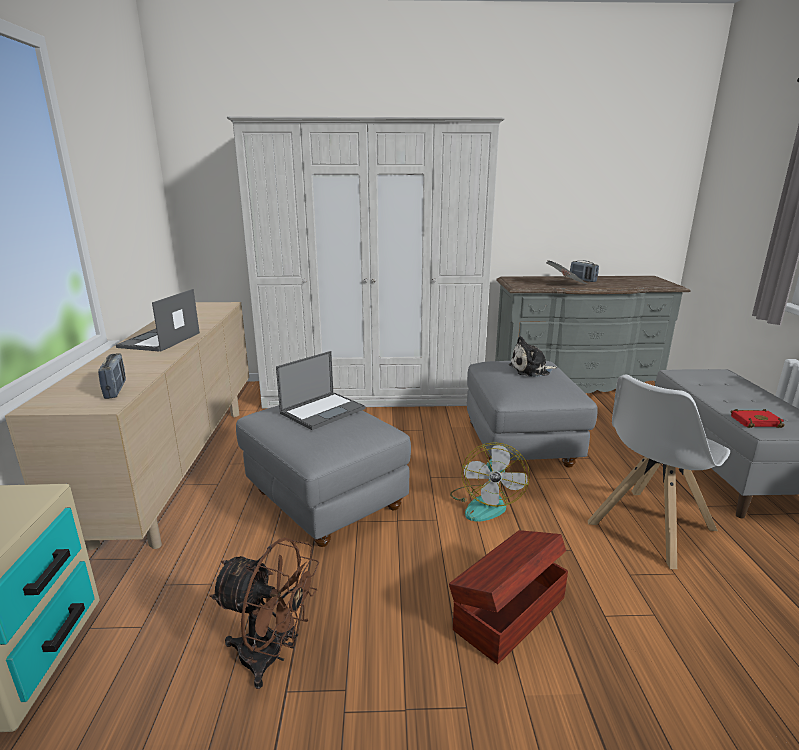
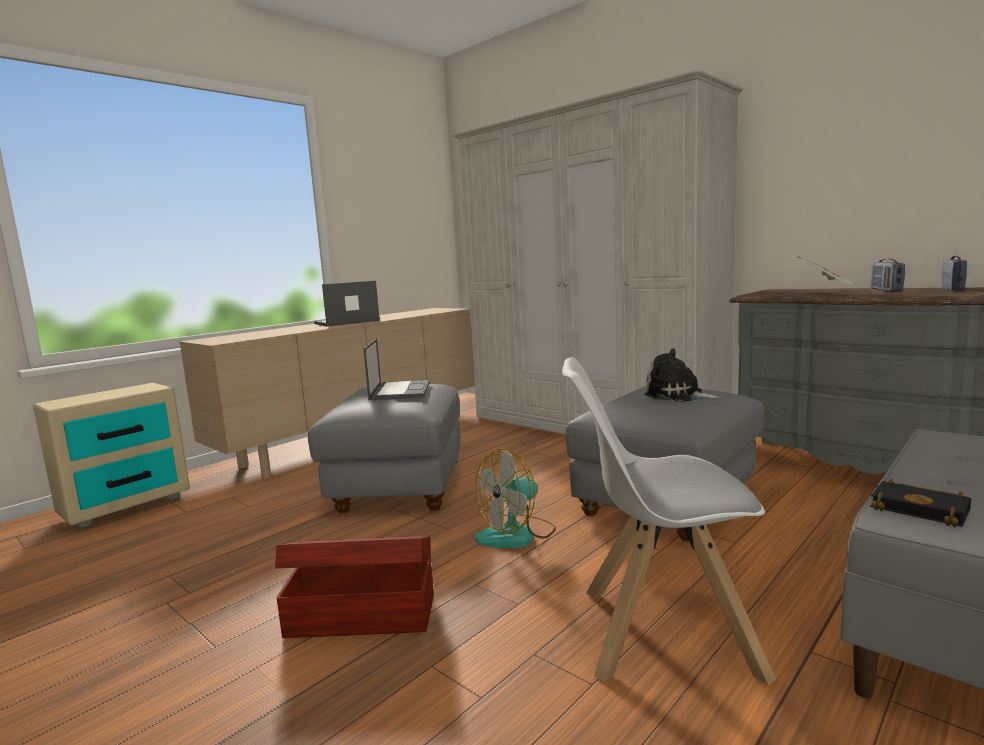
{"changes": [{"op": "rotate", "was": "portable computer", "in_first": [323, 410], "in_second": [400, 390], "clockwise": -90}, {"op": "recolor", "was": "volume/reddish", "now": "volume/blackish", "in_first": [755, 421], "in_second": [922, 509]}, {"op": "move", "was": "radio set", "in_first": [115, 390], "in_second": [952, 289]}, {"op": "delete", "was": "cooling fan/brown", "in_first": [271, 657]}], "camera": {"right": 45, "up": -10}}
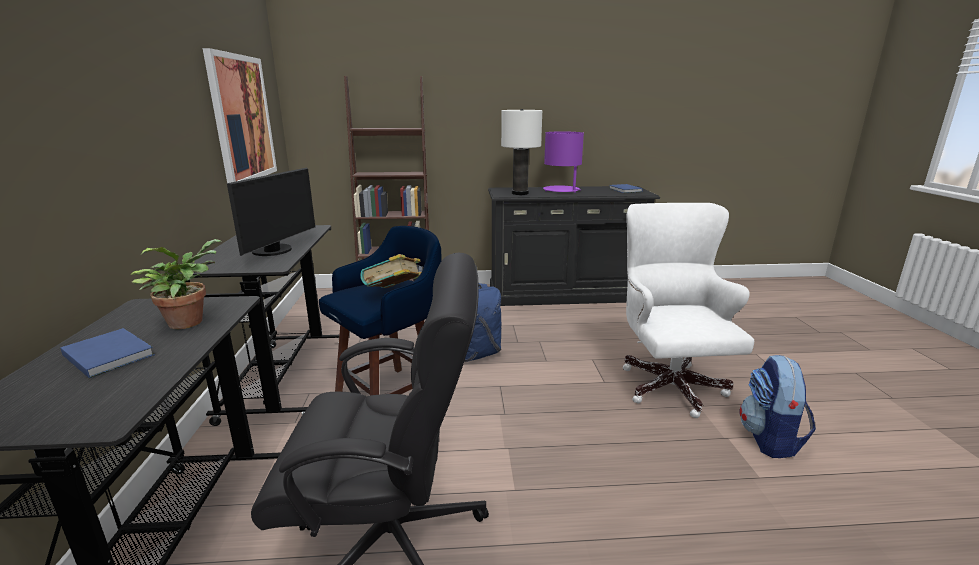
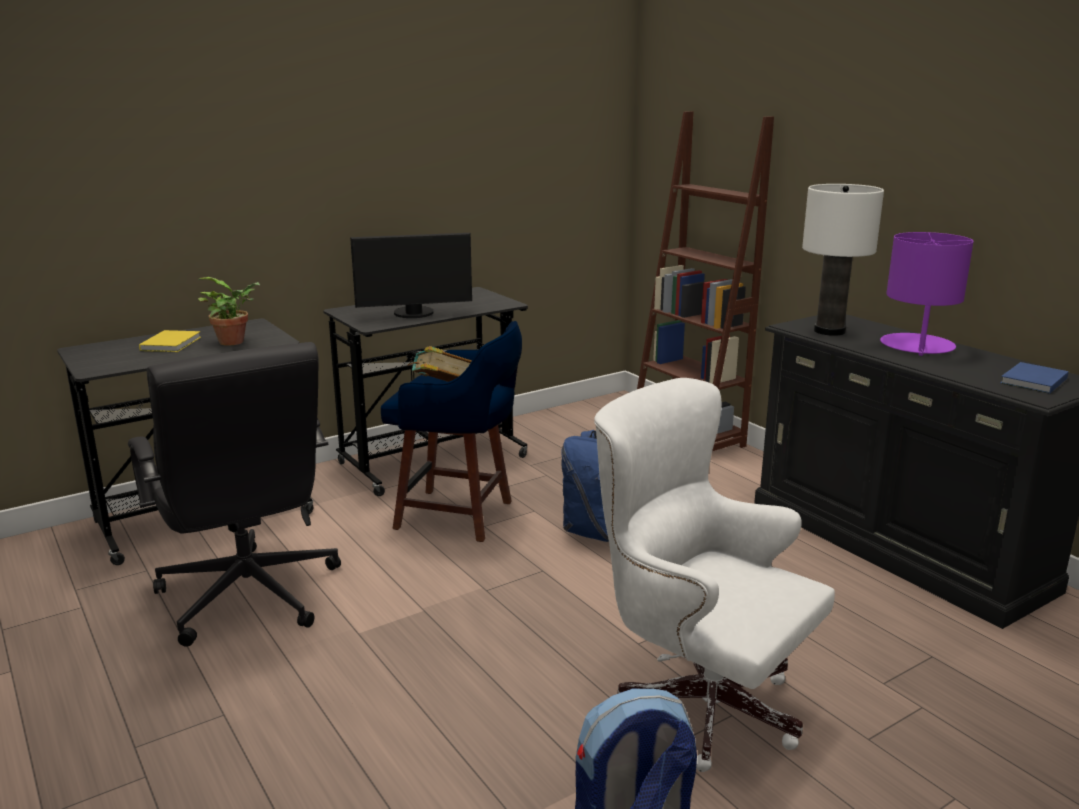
{"changes": [{"op": "recolor", "was": "volume/blue", "now": "volume/yellow", "in_first": [109, 354], "in_second": [172, 343]}, {"op": "rotate", "was": "computer chair/white-coloured", "in_first": [669, 384], "in_second": [699, 703], "clockwise": -105}, {"op": "delete", "was": "picture", "in_first": [242, 119]}], "camera": {"right": 60, "up": 0}}
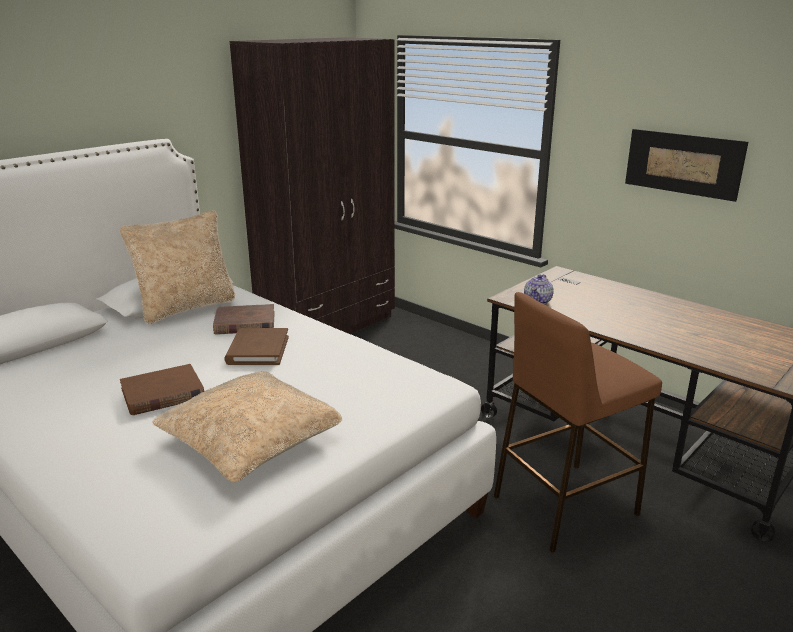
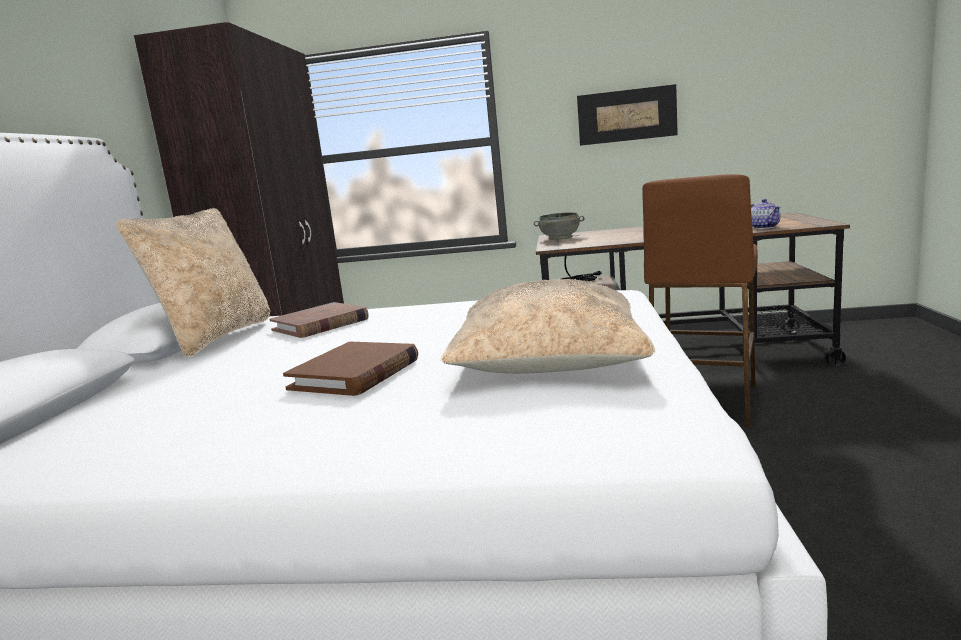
{"changes": [{"op": "insert", "now": "bowl/grey", "in_second": [560, 238]}, {"op": "move", "was": "tea pot", "in_first": [538, 301], "in_second": [764, 227]}, {"op": "delete", "was": "volume/brown", "in_first": [258, 350]}], "camera": {"right": -35, "up": -10}}
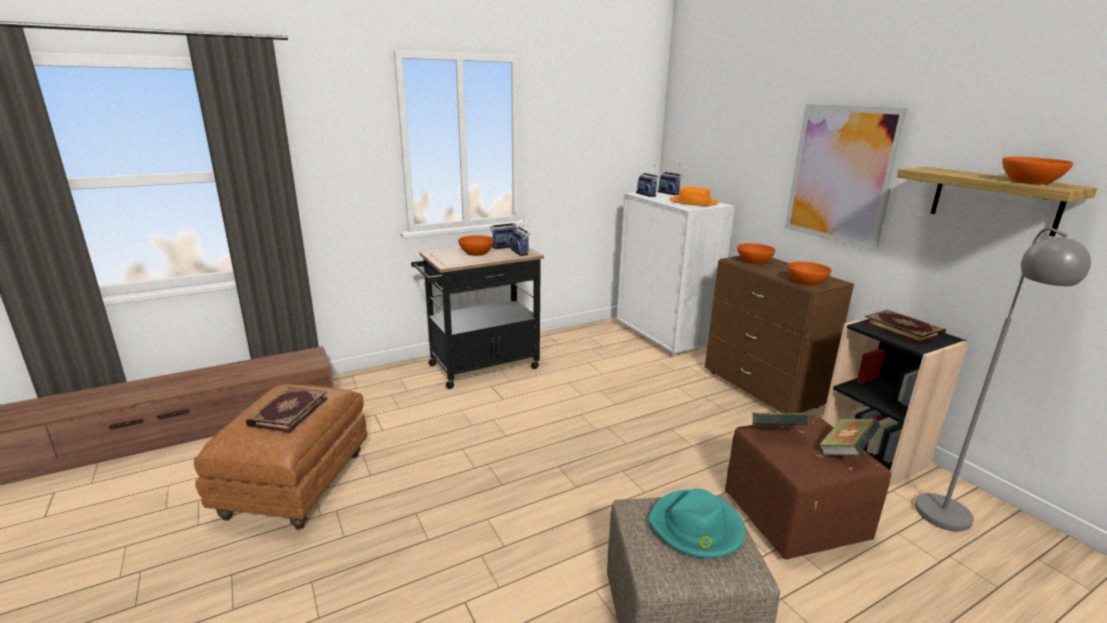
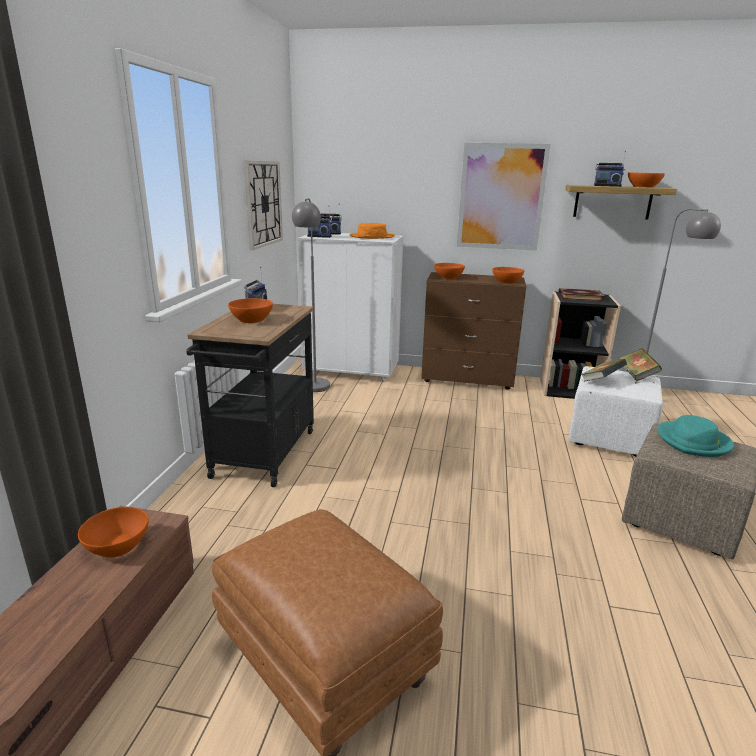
{"changes": [{"op": "insert", "now": "bowl/orange-coloured", "in_second": [118, 545]}, {"op": "insert", "now": "clock on the wall", "in_second": [263, 204]}, {"op": "insert", "now": "floor lamp/grey", "in_second": [313, 390]}, {"op": "recolor", "was": "ottoman/brown", "now": "ottoman/white-coloured", "in_first": [795, 519], "in_second": [610, 438]}, {"op": "move", "was": "radio set", "in_first": [520, 252], "in_second": [607, 186]}, {"op": "delete", "was": "volume", "in_first": [288, 411]}], "camera": {"right": -50, "up": 0}}
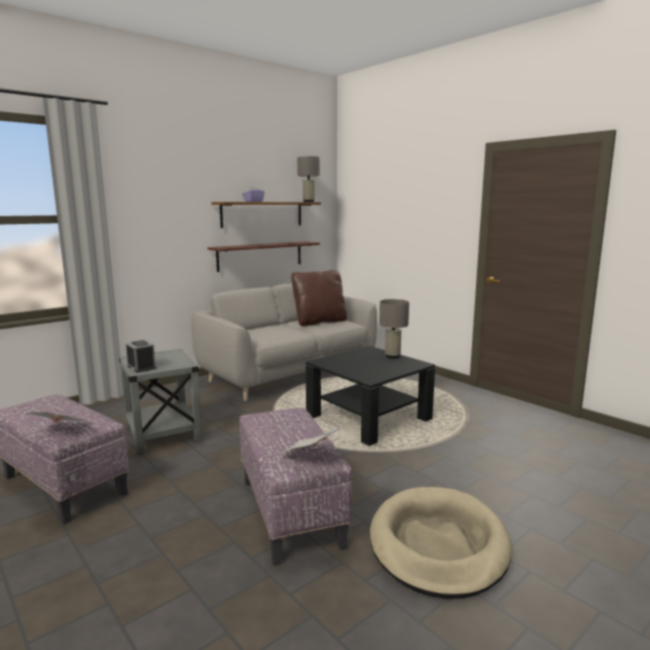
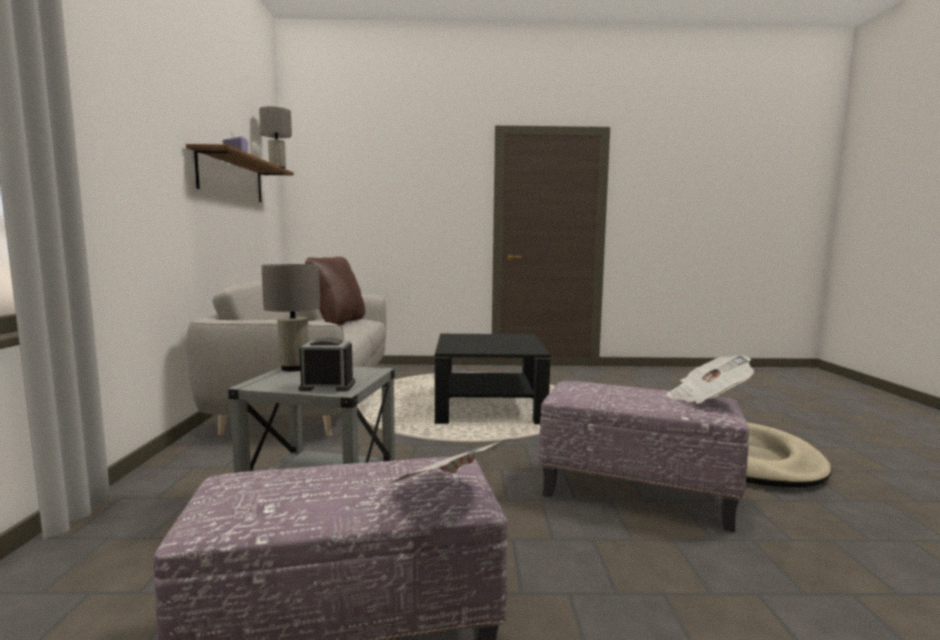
{"changes": [{"op": "move", "was": "tabletop lamp/grey", "in_first": [392, 356], "in_second": [294, 368]}, {"op": "delete", "was": "shelf", "in_first": [260, 256]}], "camera": {"right": -50, "up": -5}}
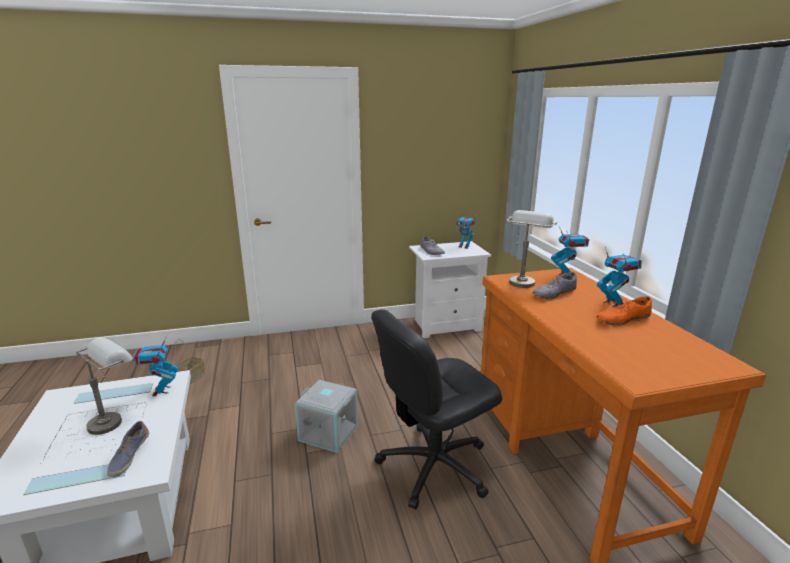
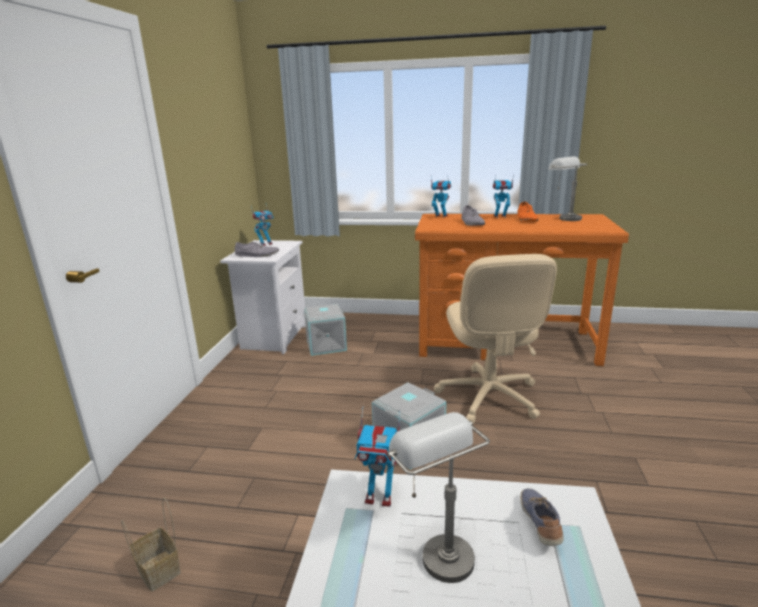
{"changes": [{"op": "insert", "now": "storage container/grey", "in_second": [326, 345]}, {"op": "recolor", "was": "computer chair/blackish", "now": "computer chair/sand-coloured", "in_first": [434, 466], "in_second": [488, 396]}, {"op": "rotate", "was": "low shoe", "in_first": [129, 456], "in_second": [540, 523], "clockwise": -120}, {"op": "move", "was": "tabletop lamp/grey", "in_first": [523, 280], "in_second": [563, 218]}], "camera": {"right": -65, "up": 0}}
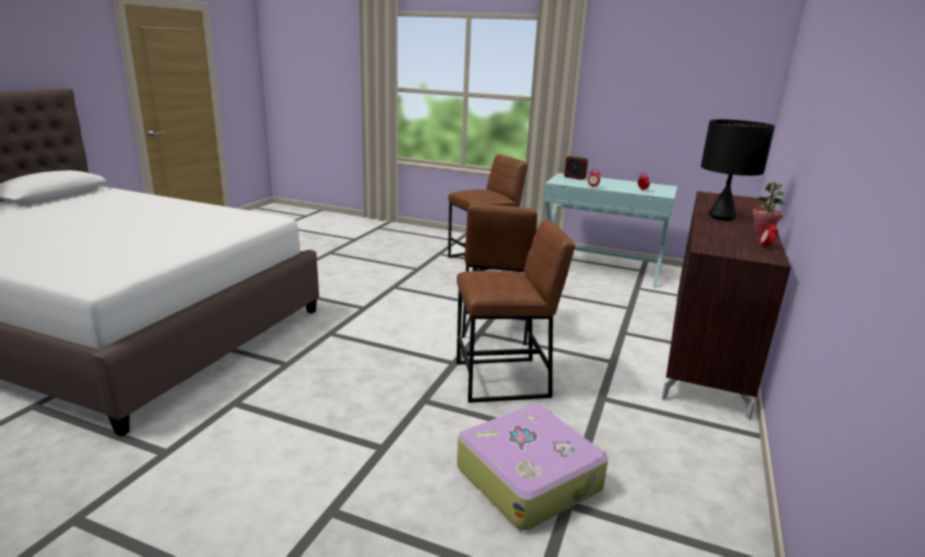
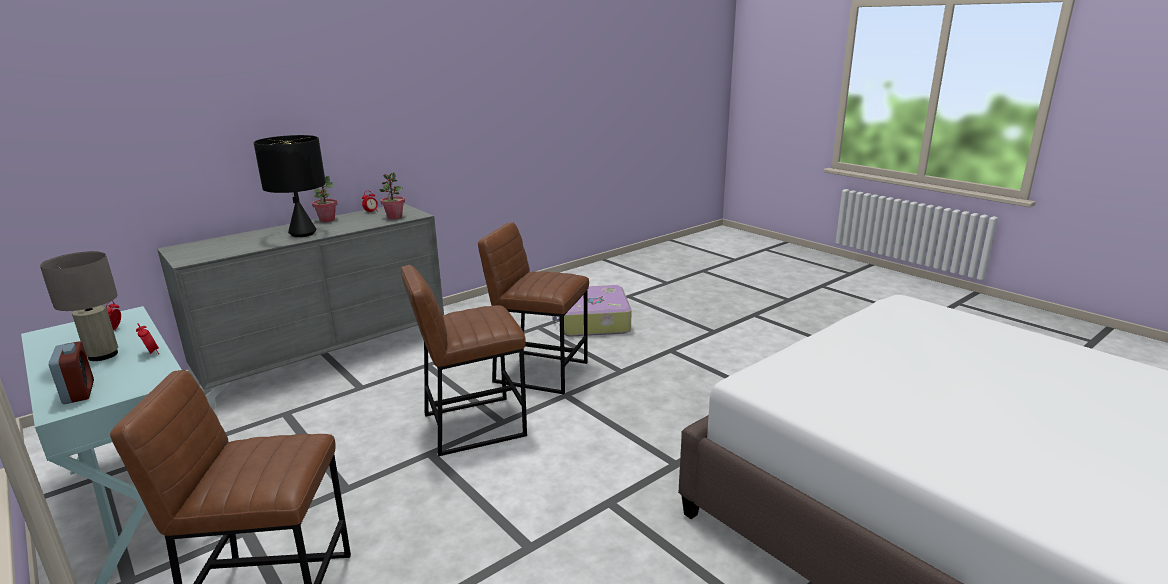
{"changes": [{"op": "insert", "now": "tabletop lamp/grey", "in_second": [102, 355]}, {"op": "recolor", "was": "dresser/brown", "now": "dresser/grey", "in_first": [706, 348], "in_second": [327, 357]}, {"op": "insert", "now": "houseplant", "in_second": [394, 217]}, {"op": "rotate", "was": "chair/brown", "in_first": [497, 326], "in_second": [472, 425], "clockwise": -150}], "camera": {"right": -150, "up": 0}}
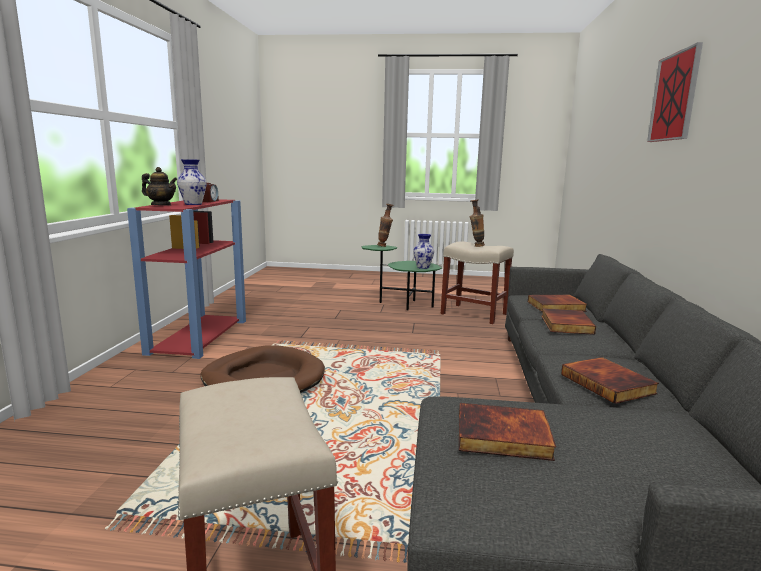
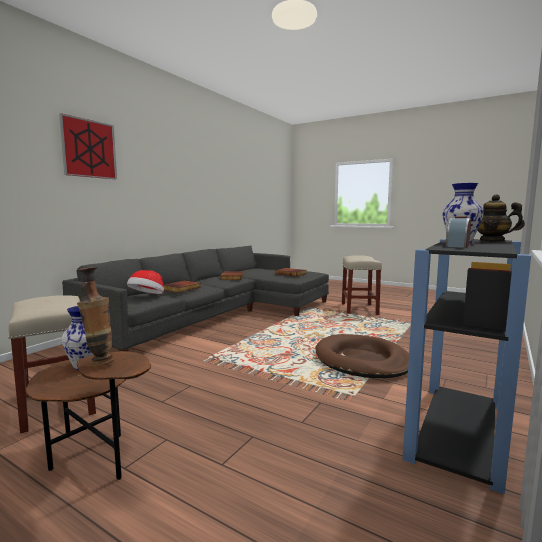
{"changes": [{"op": "recolor", "was": "end table/green", "now": "end table/brown", "in_first": [403, 304], "in_second": [95, 457]}, {"op": "replace", "was": "volume", "now": "hat", "in_first": [556, 306], "in_second": [147, 296]}, {"op": "recolor", "was": "bookshelf/reddish", "now": "bookshelf/blackish", "in_first": [200, 336], "in_second": [458, 430]}, {"op": "delete", "was": "decorative vase", "in_first": [475, 246]}], "camera": {"right": -155, "up": -5}}
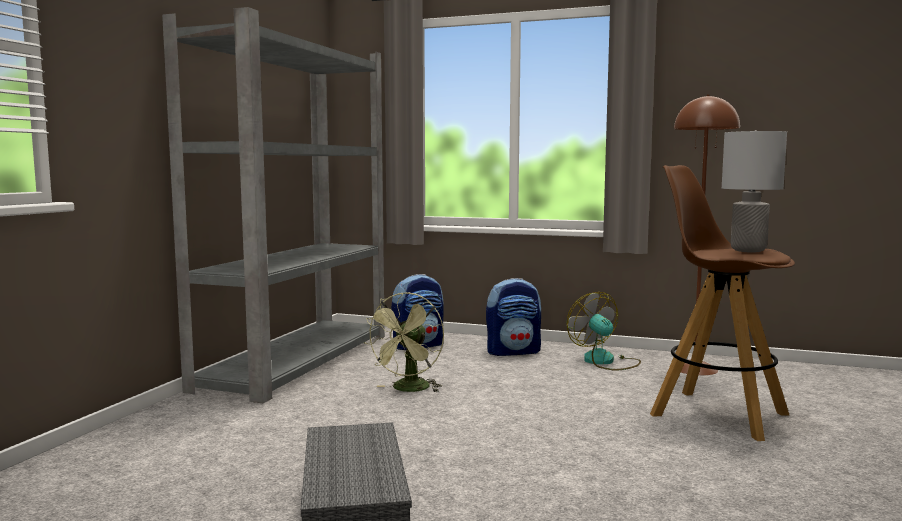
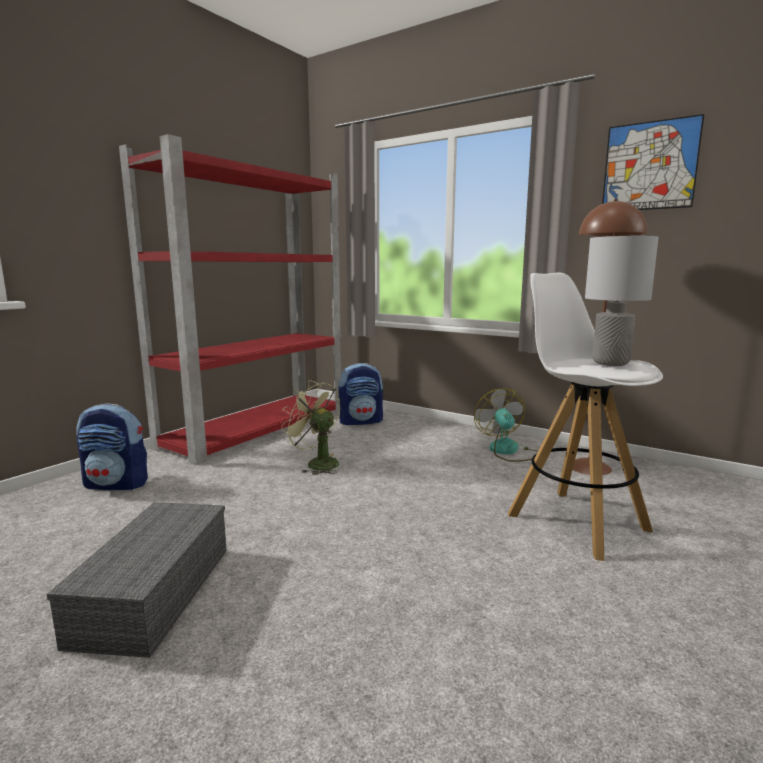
{"changes": [{"op": "move", "was": "rucksack", "in_first": [513, 352], "in_second": [117, 484]}, {"op": "recolor", "was": "bookshelf/grey", "now": "bookshelf/reddish", "in_first": [298, 360], "in_second": [257, 428]}, {"op": "rotate", "was": "cooling fan/green", "in_first": [408, 389], "in_second": [316, 463], "clockwise": 90}, {"op": "recolor", "was": "stool seat/brown", "now": "stool seat/white-coloured", "in_first": [717, 414], "in_second": [575, 521]}, {"op": "insert", "now": "picture", "in_second": [649, 166]}], "camera": {"right": 15, "up": 5}}
